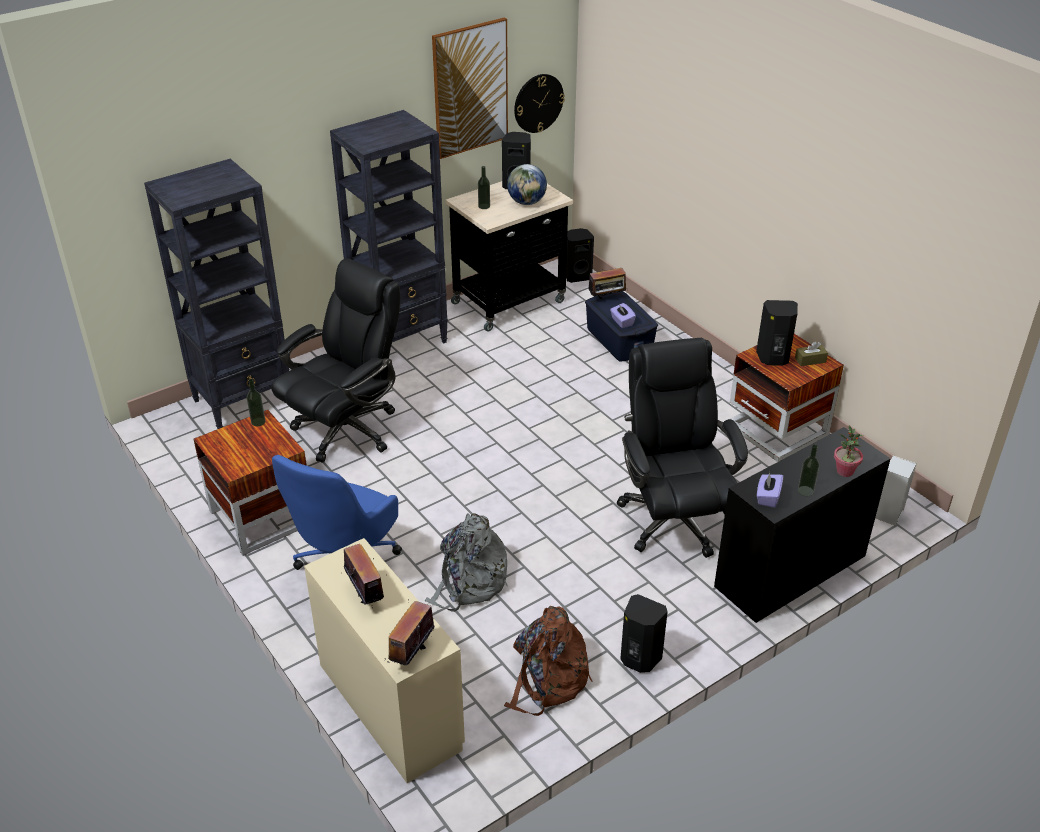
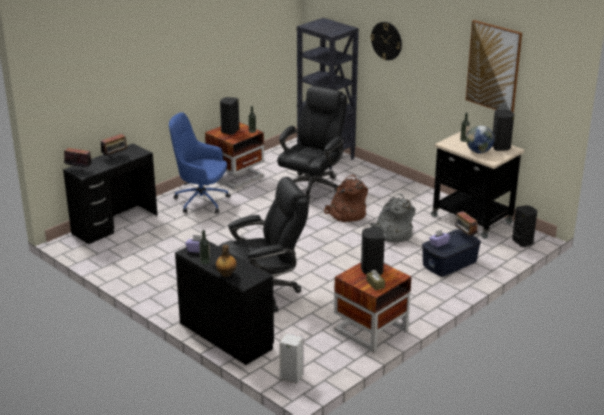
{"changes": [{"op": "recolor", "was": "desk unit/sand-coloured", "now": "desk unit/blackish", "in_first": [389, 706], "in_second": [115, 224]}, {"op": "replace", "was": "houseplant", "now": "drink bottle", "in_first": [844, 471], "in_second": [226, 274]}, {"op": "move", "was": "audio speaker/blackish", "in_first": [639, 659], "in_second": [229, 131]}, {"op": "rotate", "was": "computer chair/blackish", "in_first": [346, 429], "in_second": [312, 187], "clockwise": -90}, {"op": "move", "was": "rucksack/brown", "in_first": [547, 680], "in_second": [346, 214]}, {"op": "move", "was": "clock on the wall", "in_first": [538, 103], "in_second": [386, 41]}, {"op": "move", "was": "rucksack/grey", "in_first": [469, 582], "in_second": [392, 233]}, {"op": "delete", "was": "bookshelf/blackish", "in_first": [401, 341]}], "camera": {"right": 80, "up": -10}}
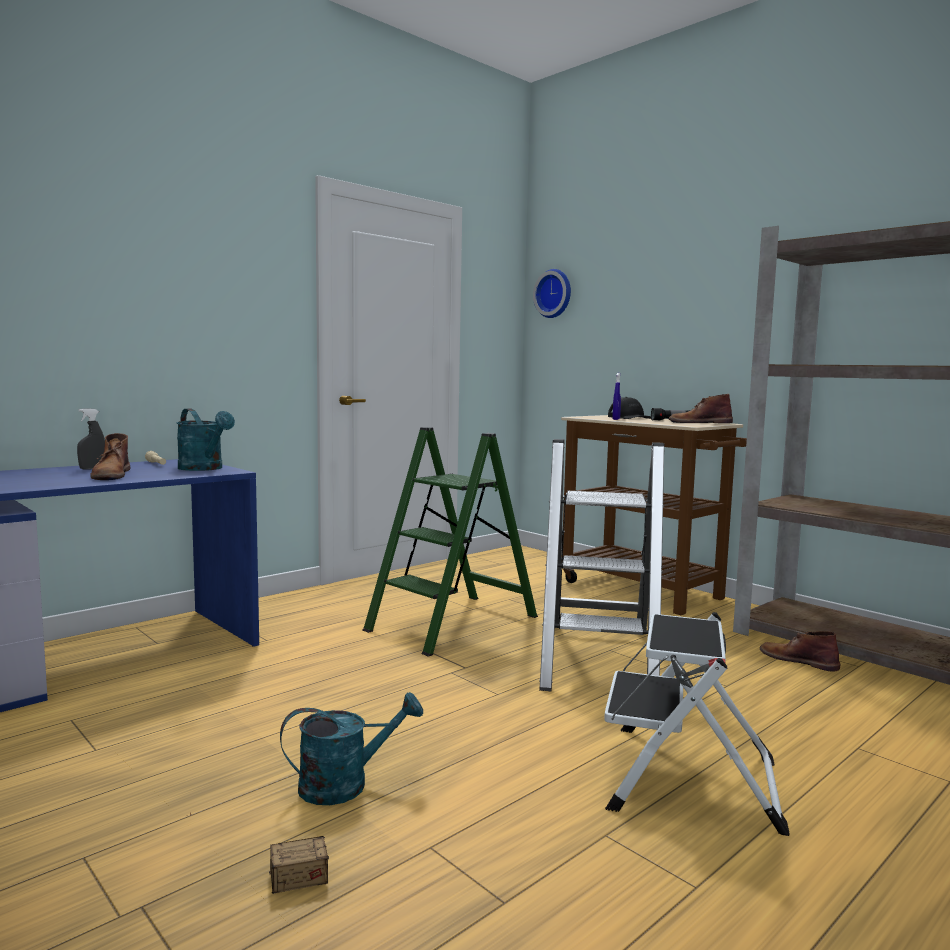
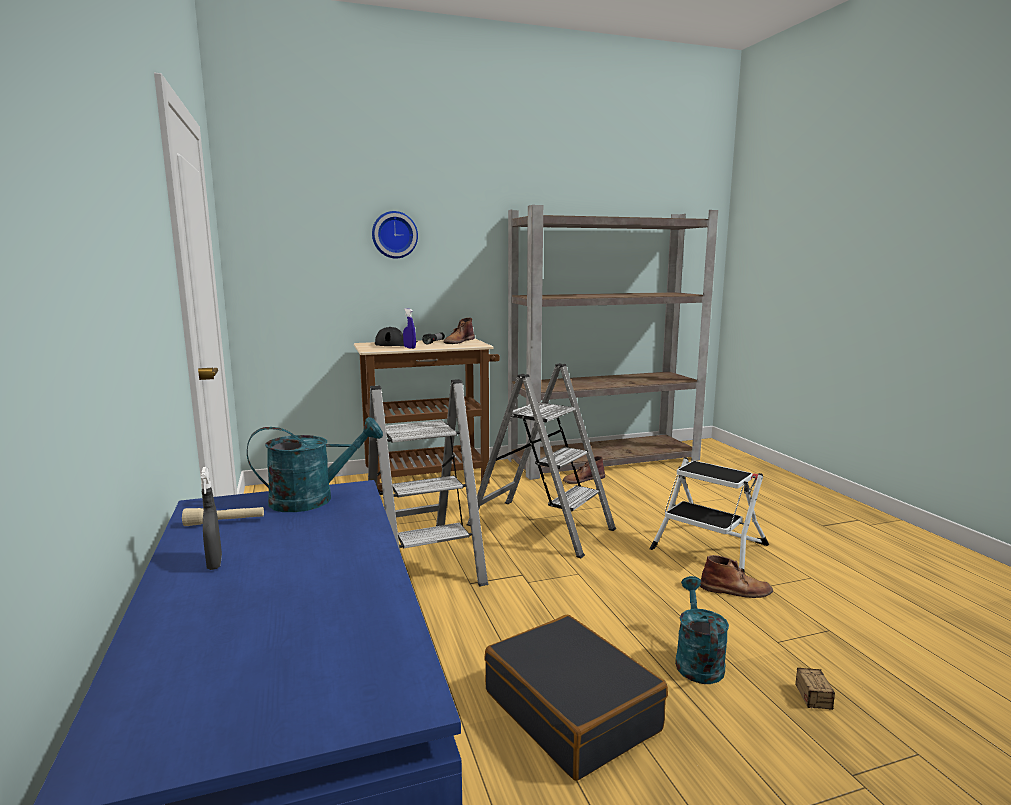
{"changes": [{"op": "recolor", "was": "step stool/green", "now": "step stool/grey", "in_first": [455, 622], "in_second": [422, 558]}, {"op": "move", "was": "clock on the wall", "in_first": [554, 294], "in_second": [394, 235]}, {"op": "insert", "now": "suitcase/blackish", "in_second": [572, 710]}, {"op": "move", "was": "tall boot/brown", "in_first": [111, 475], "in_second": [736, 590]}], "camera": {"right": -65, "up": 5}}
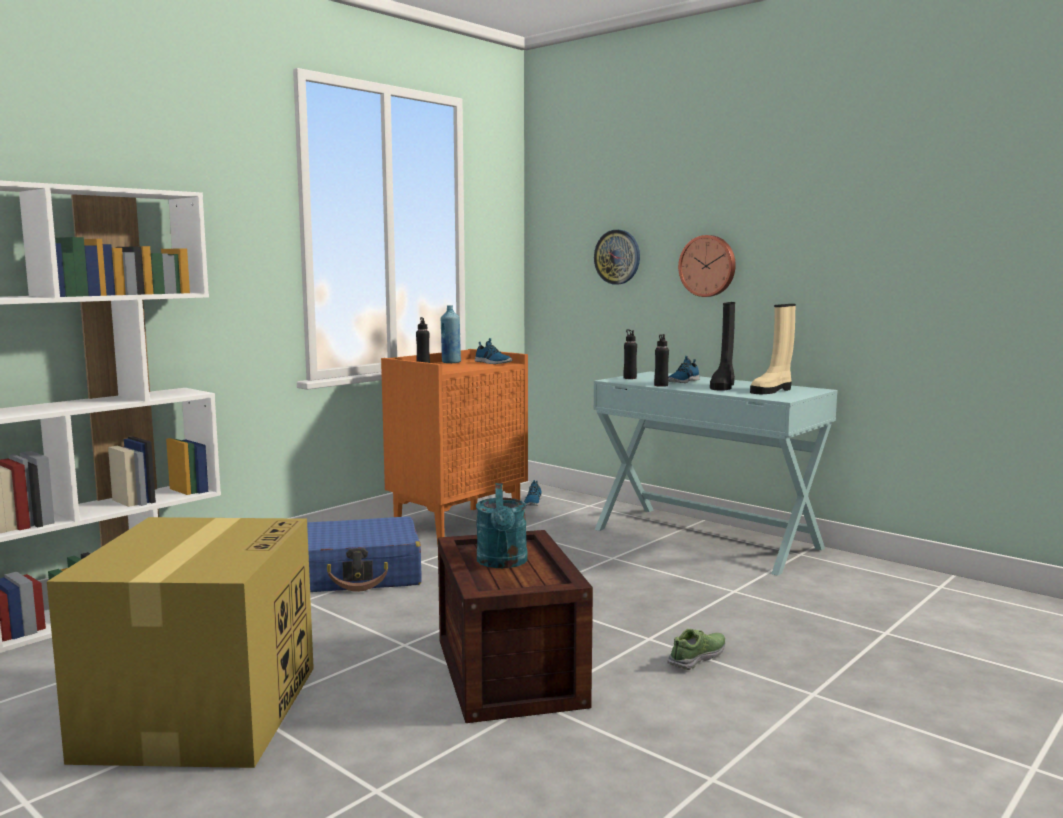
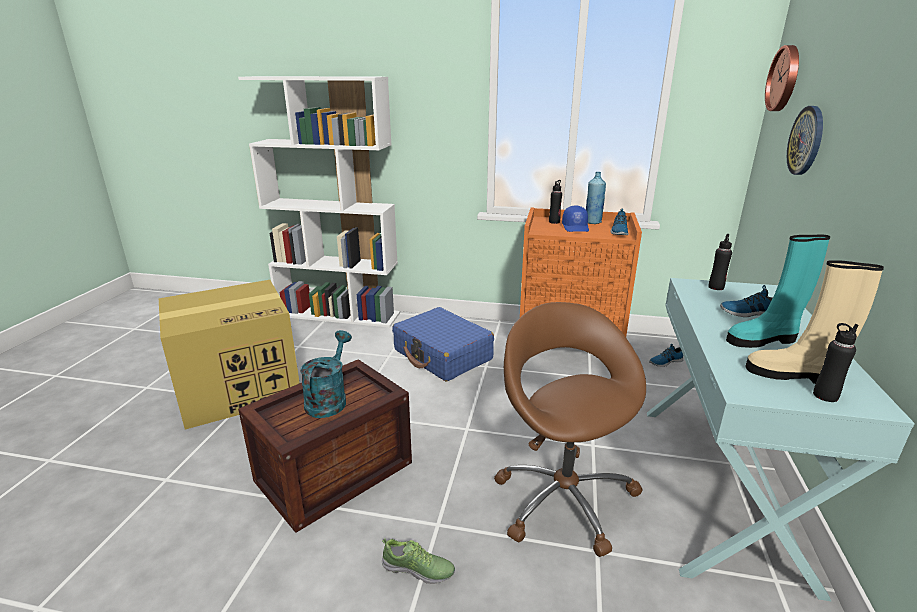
{"changes": [{"op": "rotate", "was": "sprinkling can/blue-green", "in_first": [502, 563], "in_second": [329, 399], "clockwise": 135}, {"op": "insert", "now": "computer chair/brown", "in_second": [562, 498]}, {"op": "insert", "now": "peaked cap/blue", "in_second": [576, 227]}, {"op": "recolor", "was": "tall boot/blackish", "now": "tall boot/blue-green", "in_first": [723, 386], "in_second": [763, 340]}, {"op": "move", "was": "clock on the wall", "in_first": [708, 266], "in_second": [785, 78]}, {"op": "move", "was": "drink bottle/blackish", "in_first": [661, 385], "in_second": [825, 396]}], "camera": {"right": 60, "up": 15}}
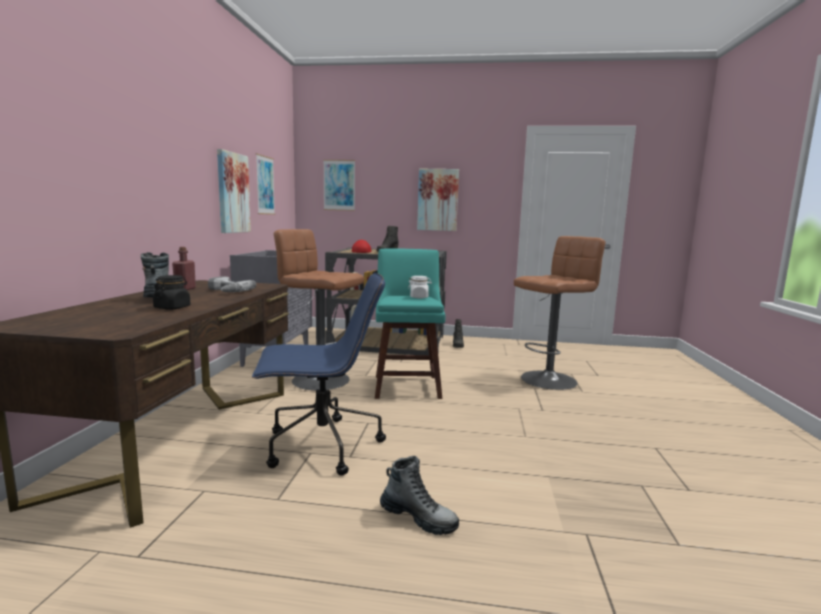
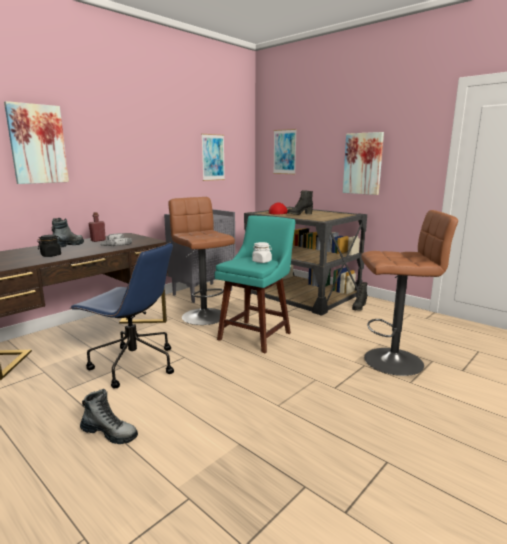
{"changes": [{"op": "move", "was": "picture", "in_first": [232, 193], "in_second": [37, 144]}, {"op": "rotate", "was": "tall boot", "in_first": [418, 518], "in_second": [109, 433], "clockwise": -45}], "camera": {"right": 35, "up": 5}}
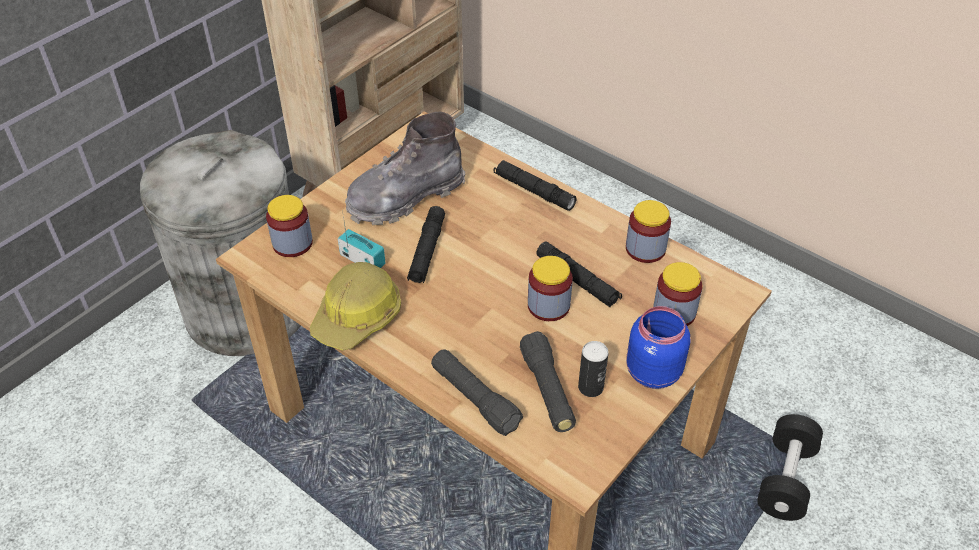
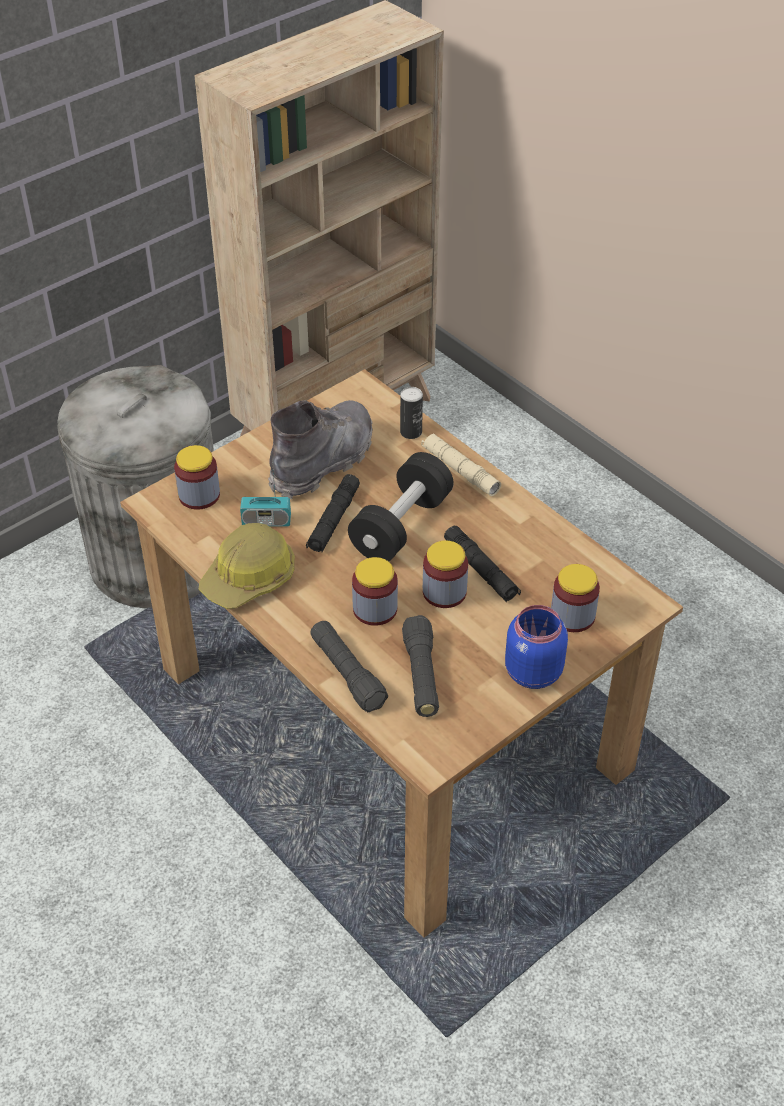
{"changes": [{"op": "rotate", "was": "radio set", "in_first": [363, 260], "in_second": [266, 521], "clockwise": 135}, {"op": "rotate", "was": "tall boot/grey", "in_first": [405, 197], "in_second": [323, 461], "clockwise": 150}, {"op": "move", "was": "dumbbell/blackish", "in_first": [785, 479], "in_second": [401, 526]}, {"op": "move", "was": "jar", "in_first": [645, 249], "in_second": [375, 609]}, {"op": "move", "was": "can", "in_first": [590, 387], "in_second": [411, 432]}, {"op": "recolor", "was": "flashlight/blackish", "now": "flashlight/sand-coloured", "in_first": [534, 191], "in_second": [460, 470]}], "camera": {"right": 10, "up": 0}}
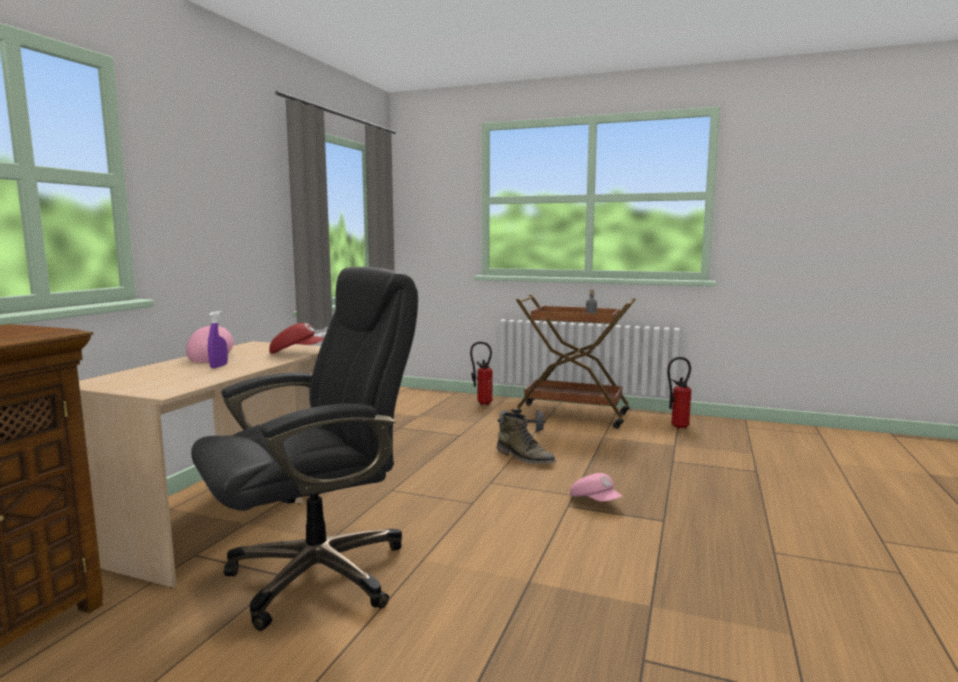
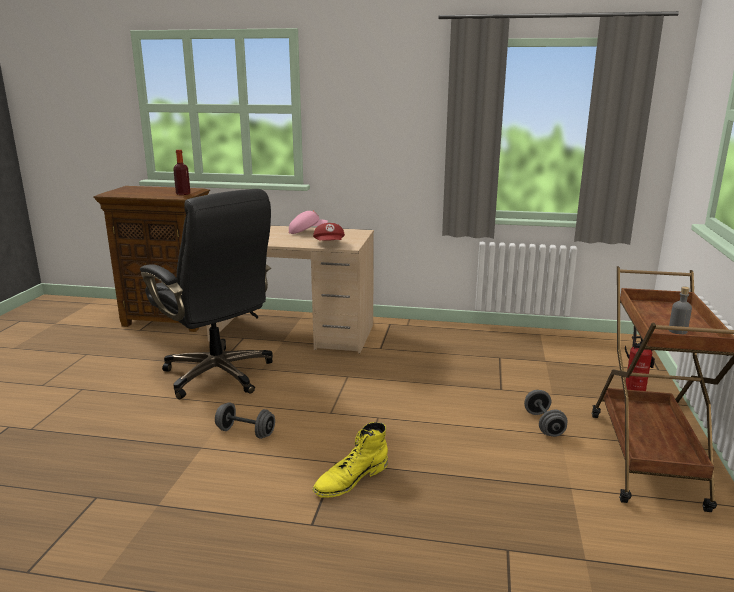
{"changes": [{"op": "insert", "now": "drink bottle", "in_second": [183, 194]}, {"op": "insert", "now": "dumbbell/grey", "in_second": [245, 432]}, {"op": "replace", "was": "peaked cap/pinkish", "now": "tall boot/yellow", "in_first": [595, 501], "in_second": [350, 479]}, {"op": "delete", "was": "spray bottle/purplish", "in_first": [219, 366]}, {"op": "delete", "was": "tall boot/green", "in_first": [524, 457]}, {"op": "delete", "was": "fire-fighting cylinder", "in_first": [676, 427]}], "camera": {"right": 80, "up": 10}}
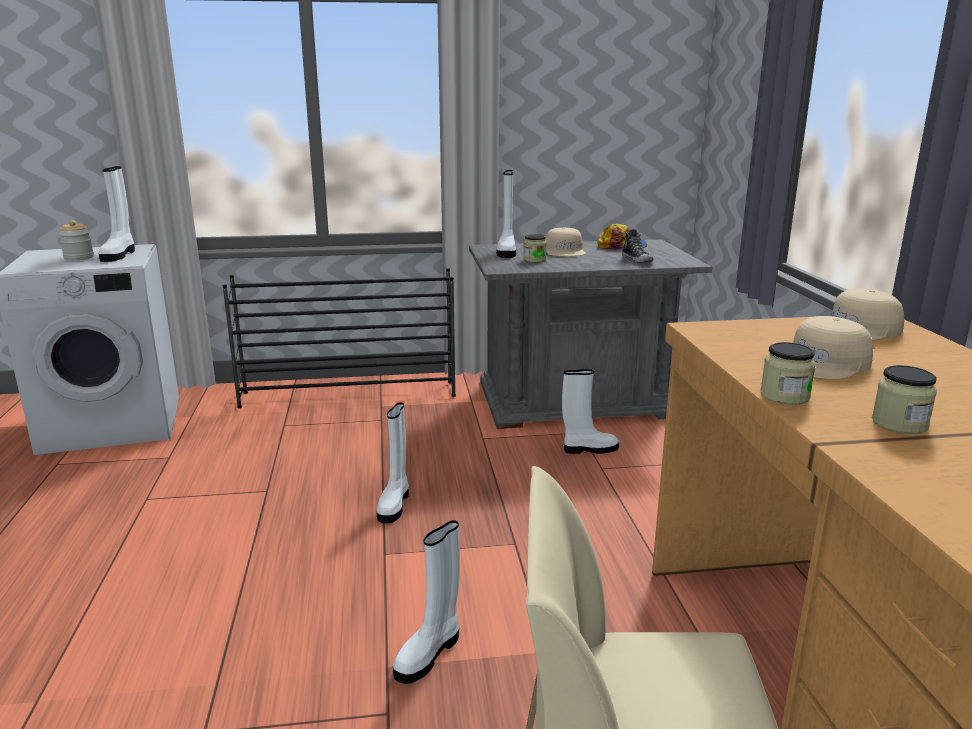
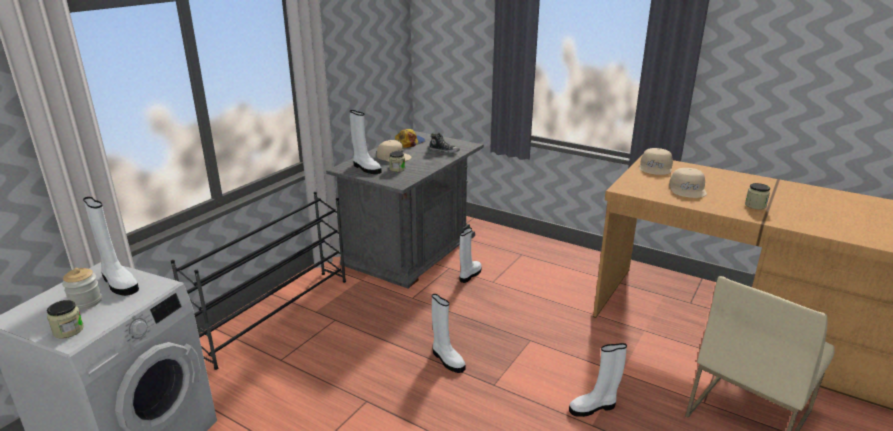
{"changes": [{"op": "move", "was": "jar", "in_first": [784, 396], "in_second": [68, 330]}, {"op": "rotate", "was": "tall boot/white-coloured", "in_first": [429, 654], "in_second": [593, 407], "clockwise": 90}], "camera": {"right": -50, "up": 5}}
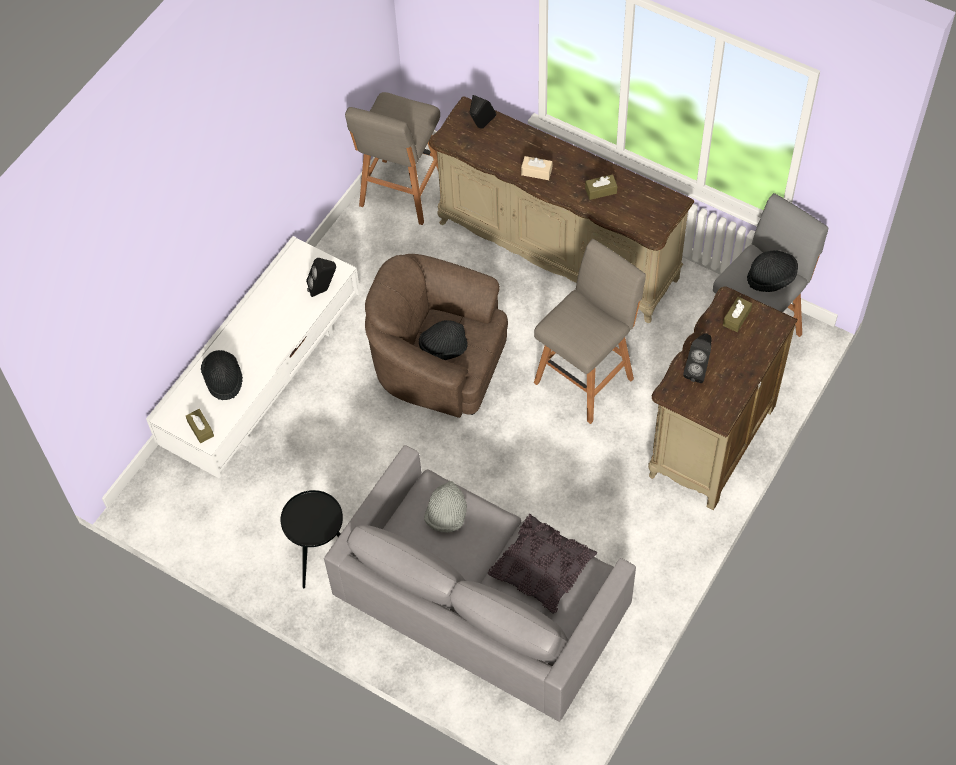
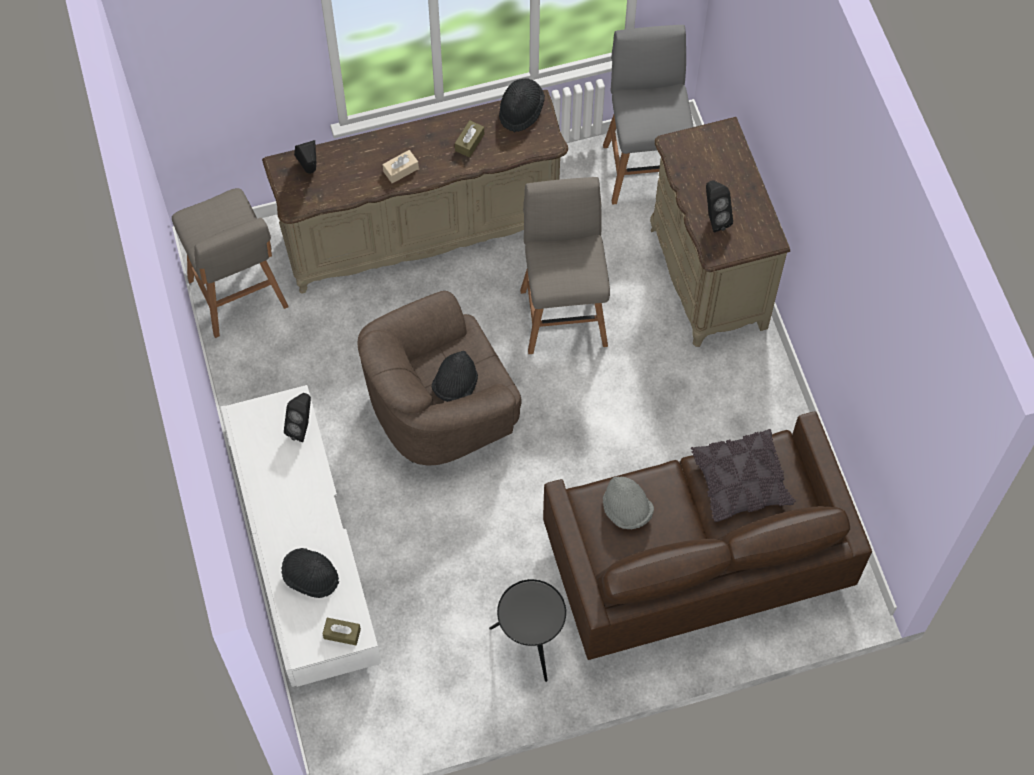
{"changes": [{"op": "move", "was": "hat/blackish", "in_first": [771, 277], "in_second": [521, 111]}, {"op": "recolor", "was": "settee/grey", "now": "settee/brown", "in_first": [483, 608], "in_second": [695, 560]}, {"op": "delete", "was": "box of tissues/brown", "in_first": [736, 318]}], "camera": {"right": -50, "up": 5}}
